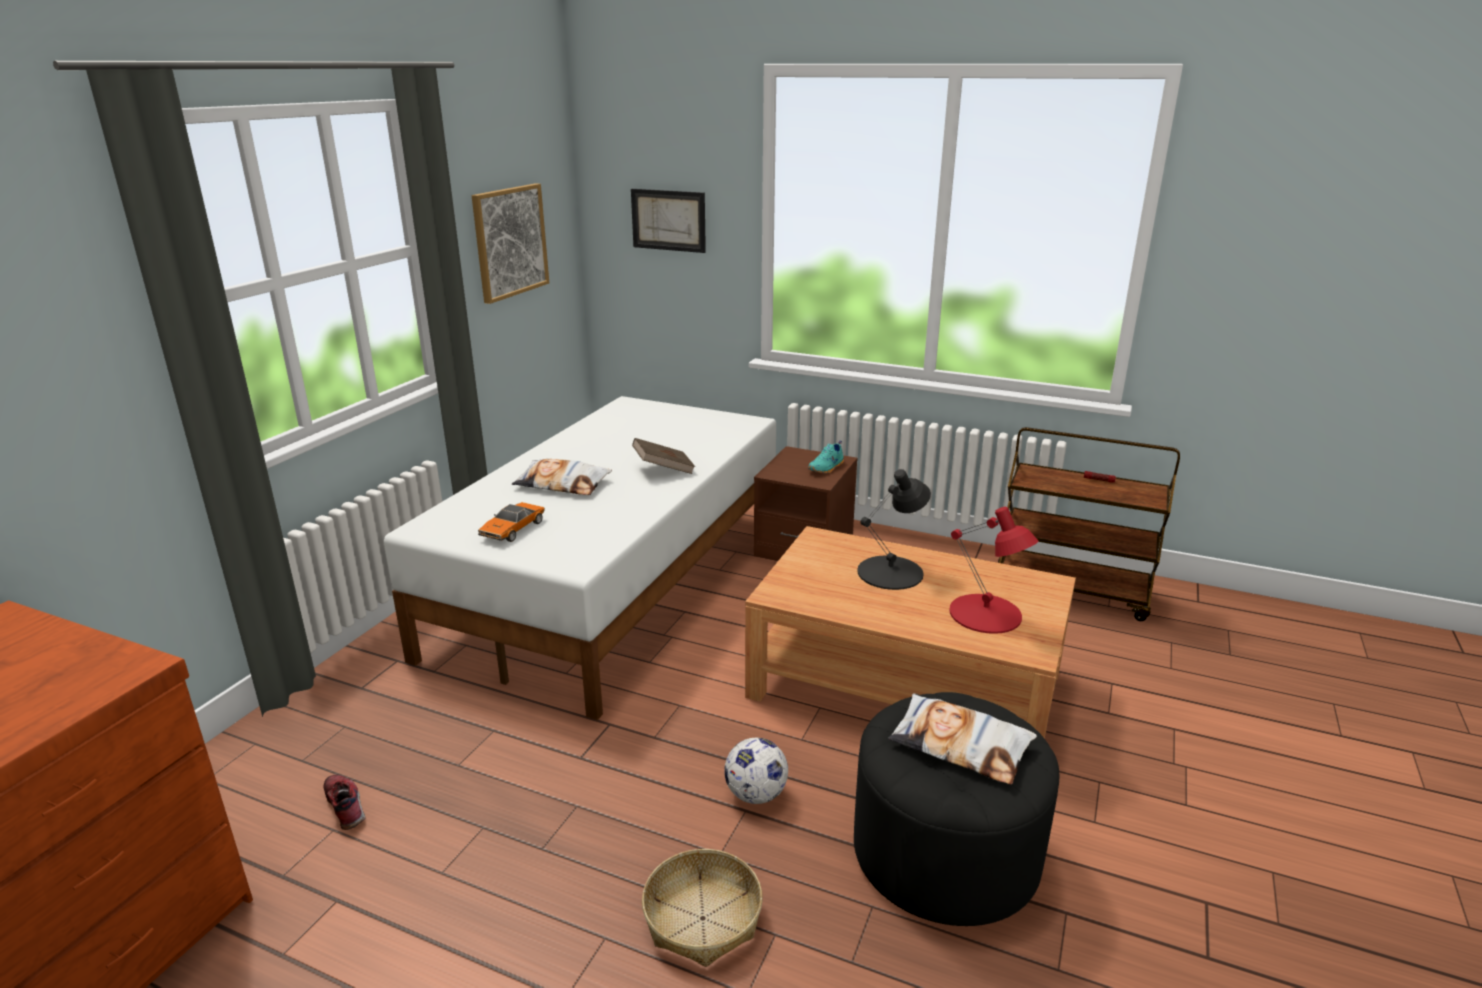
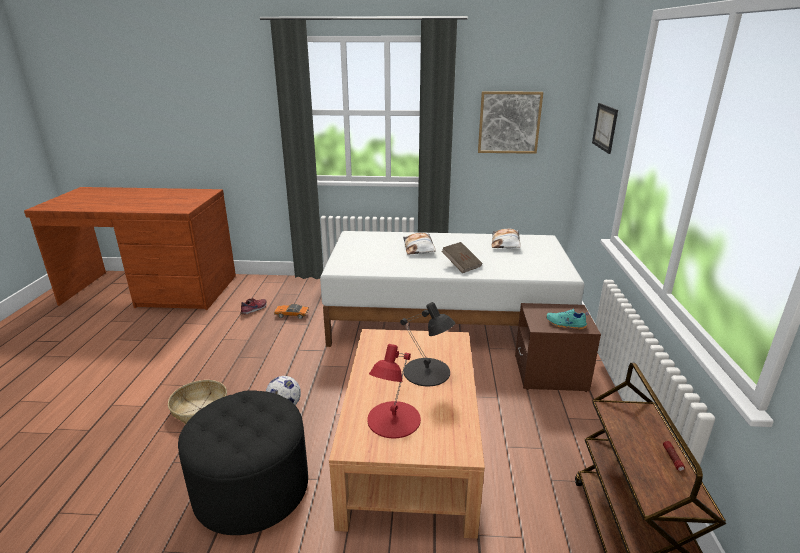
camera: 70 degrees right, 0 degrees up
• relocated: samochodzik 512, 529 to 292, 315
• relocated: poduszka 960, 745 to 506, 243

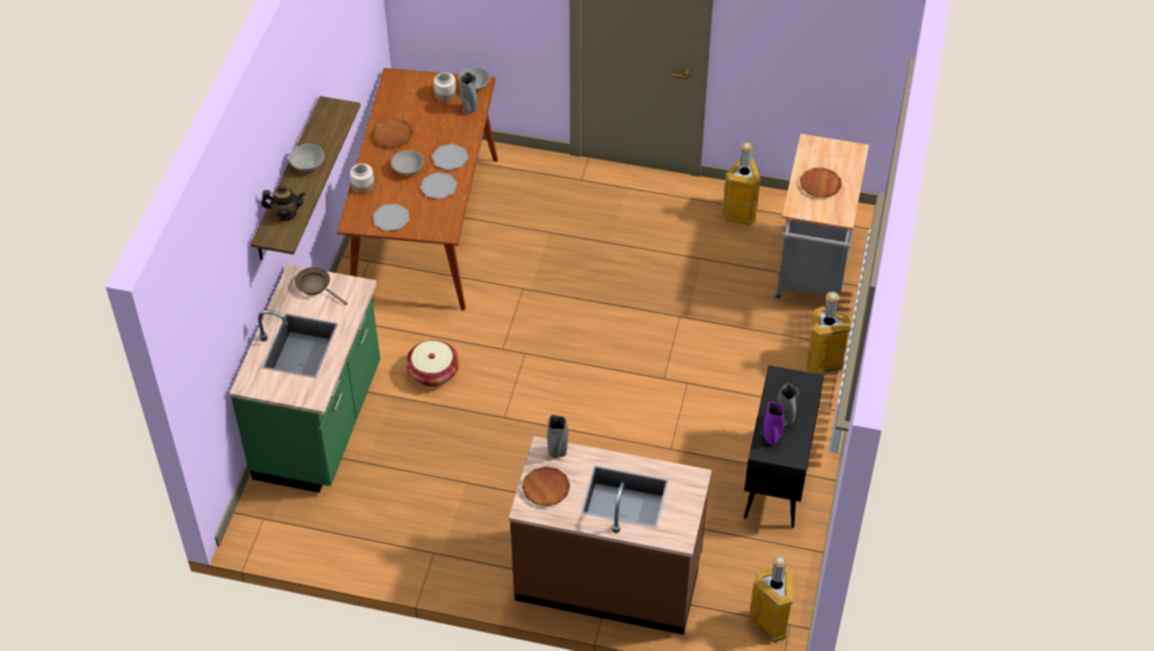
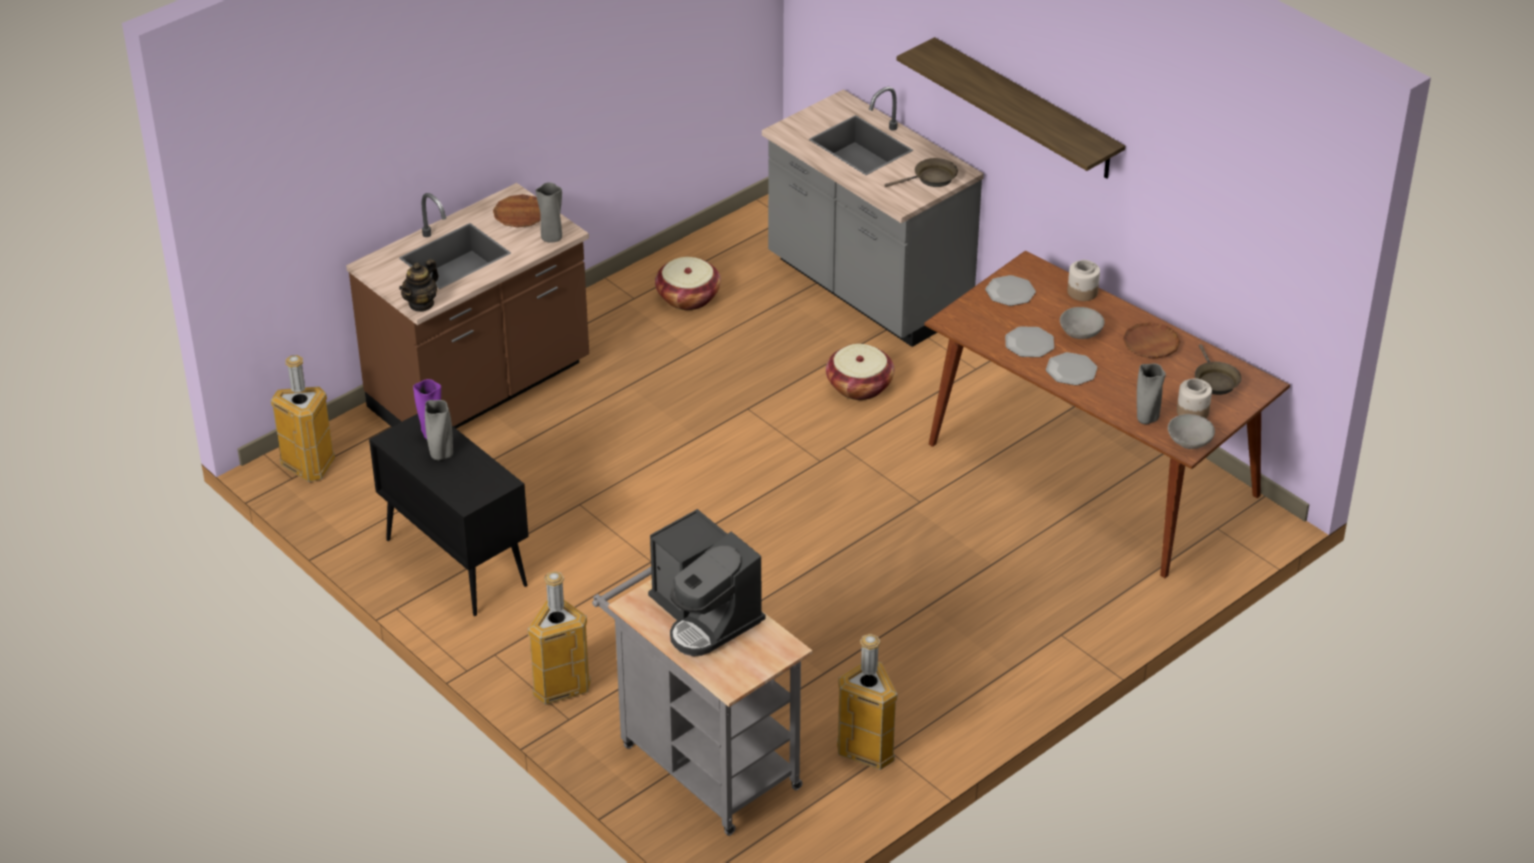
camera: 125 degrees right, 10 degrees down
• missing: miska/szary 308, 165
• appeared: koszyk 688, 297
• appeared: patelnia/brązowy 1215, 381
• relocated: imbryk 286, 214 to 421, 304
• exchanged: talerz/brązowy 820, 185 to ekspres do kawy 705, 616
• colour: zabudowa kuchenna/zielony 320, 423 to zabudowa kuchenna/szary 867, 289

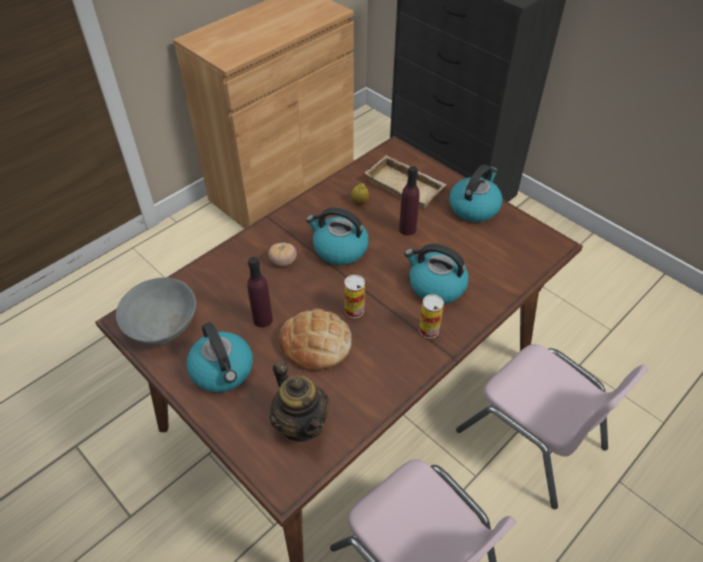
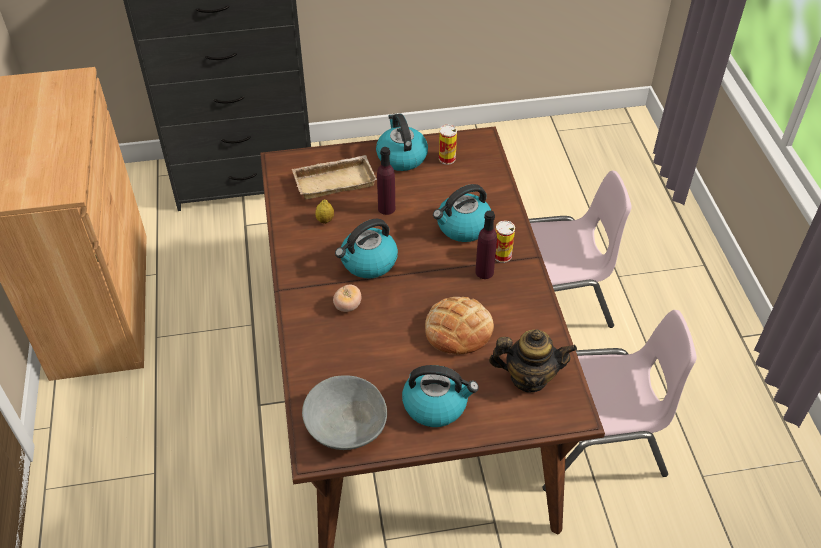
camera: 55 degrees left, 0 degrees up
• relocated: butelka/fioletowy 263, 319 to 484, 272
• relocated: puszka 354, 310 to 447, 158

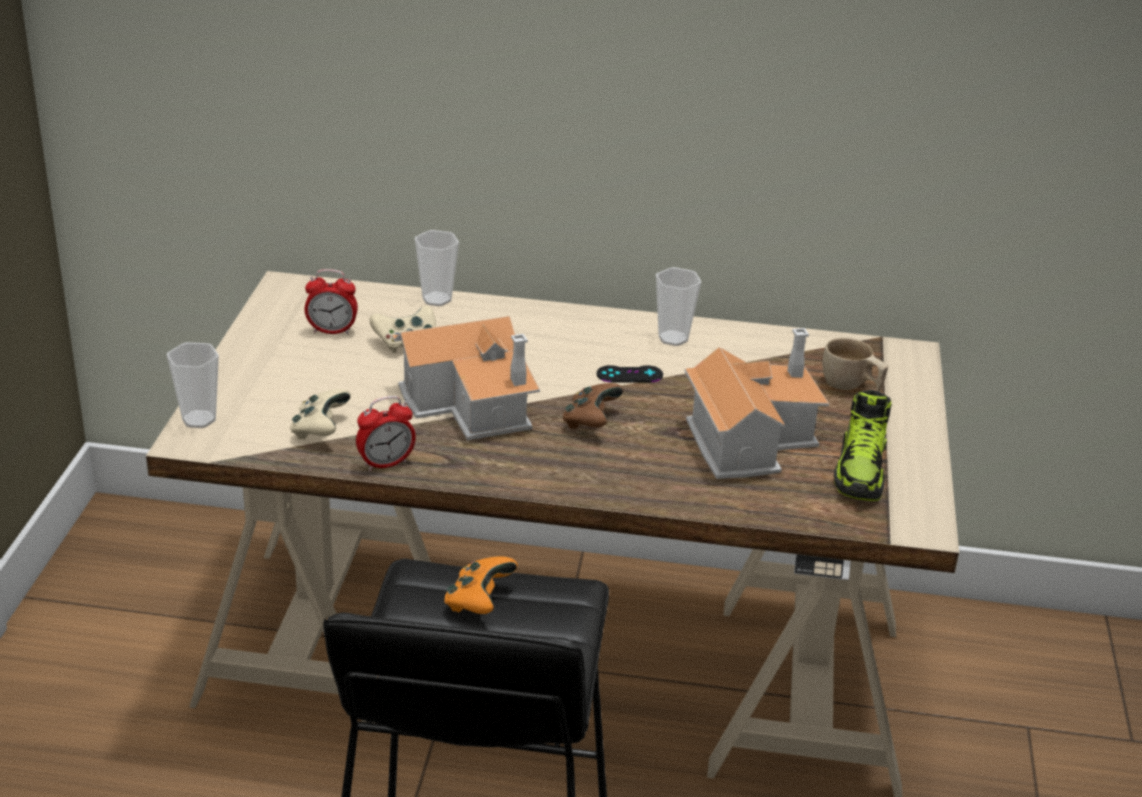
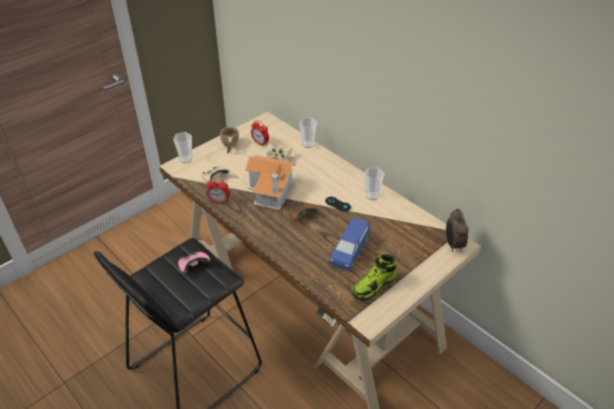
camera: 40 degrees right, 10 degrees up
• appeared: budzik 453, 245
• relocated: filiżanka/beżowy 851, 388 to 229, 146
• exchanged: domek 749, 437 to samochodzik/niebieski 350, 251
• colour: pad do gier/pomarańczowy 479, 601 to pad do gier/różowy 193, 266

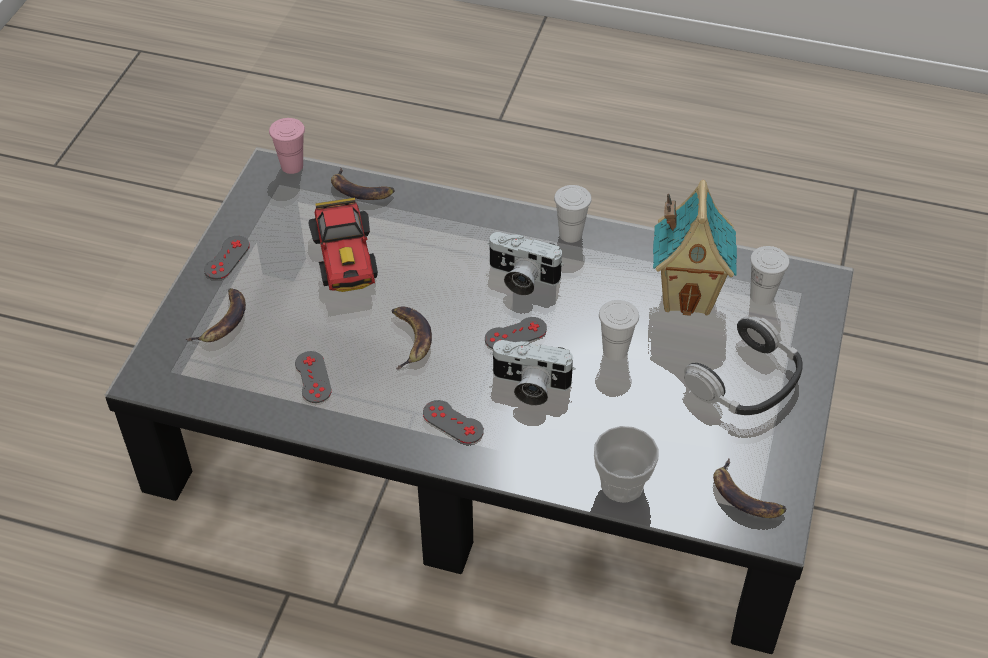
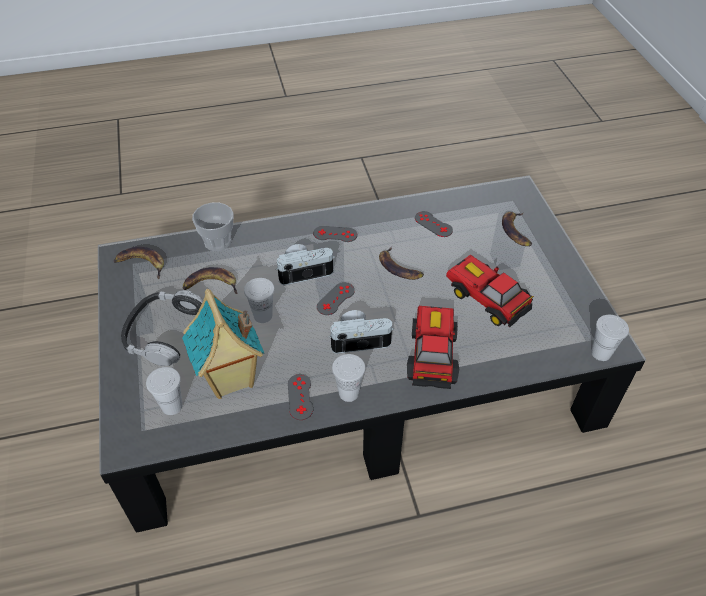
camera: 150 degrees right, 0 degrees up
• appeared: samochodzik 432, 353
• relocated: pad do gier/szary 227, 258 to 300, 397
• relocated: banan 360, 190 to 211, 284
• colour: filiżanka/różowy 292, 166 to filiżanka/biały 601, 353

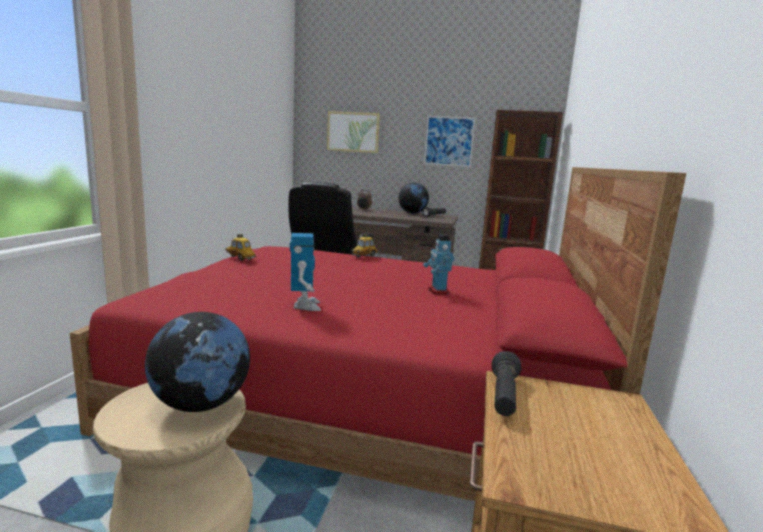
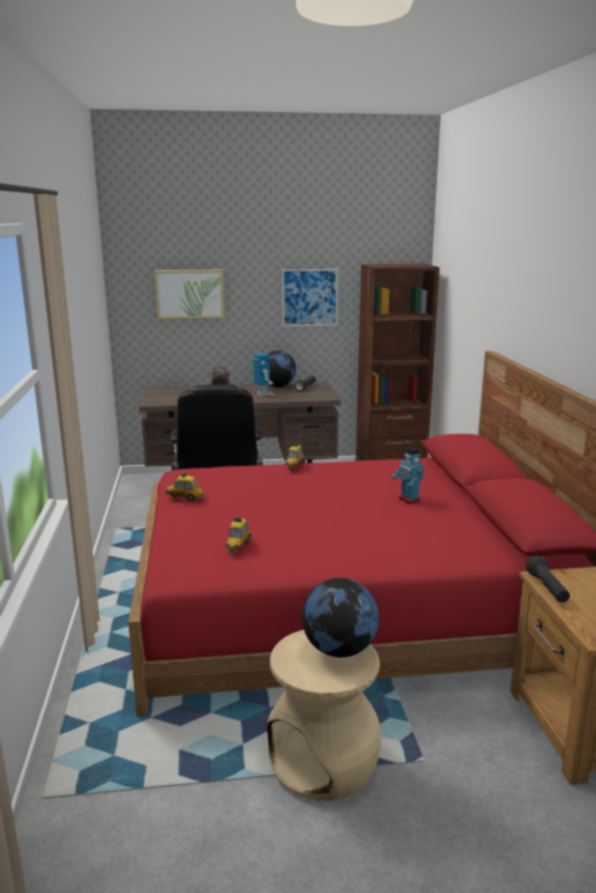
camera: 20 degrees left, 5 degrees up
• appeared: samochodzik 238, 546
• relocated: robot zabawkowy 305, 306 to 263, 394

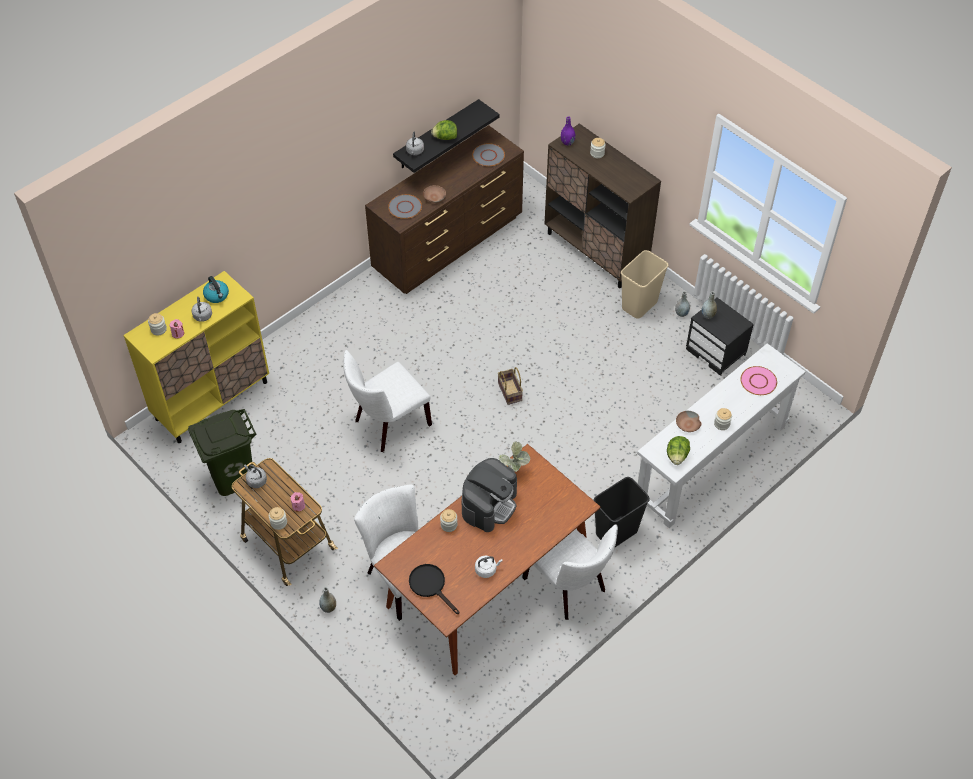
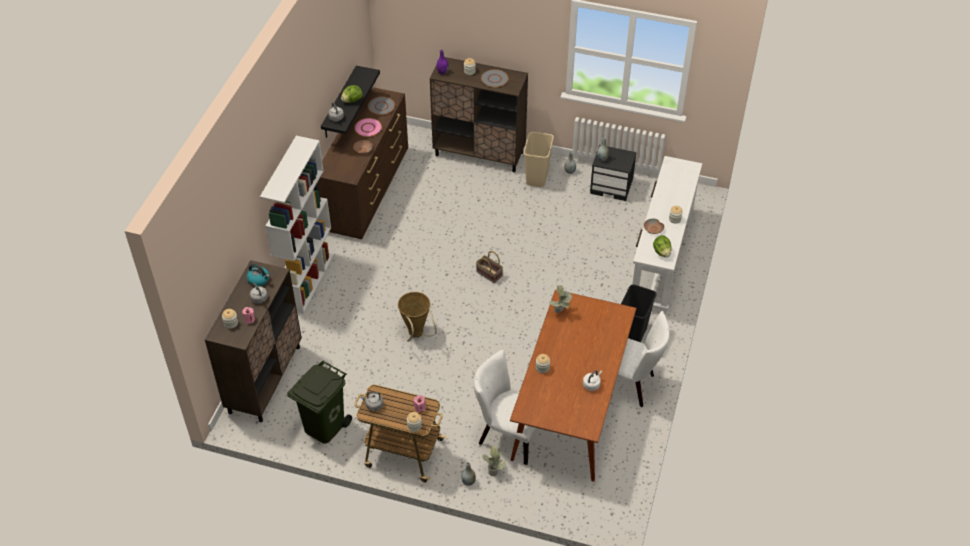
camera: 30 degrees left, 5 degrees down
• missing: patelnia/czarny 431, 585
• missing: ekspres do kawy 489, 504
• appeared: regał/biały 308, 280
• appeared: roślina doniczkowa 493, 470
• relocated: talerz/szary 404, 207 to 494, 79
• relocated: talerz/różowy 758, 381 to 368, 128
• exchanged: krzesło/biały 388, 424 to koszyk 416, 335
• colour: szafka/żółty 212, 400 to szafka/brązowy 265, 379

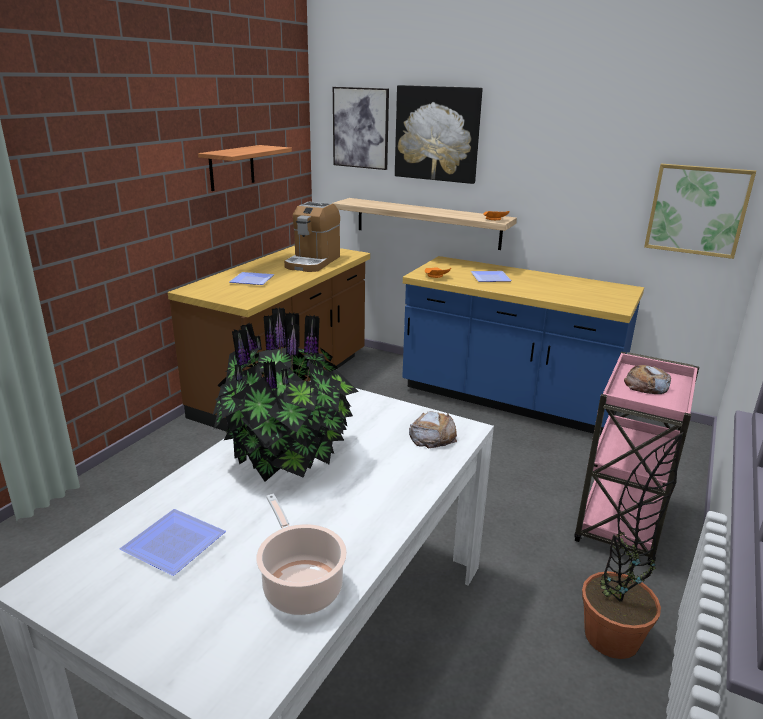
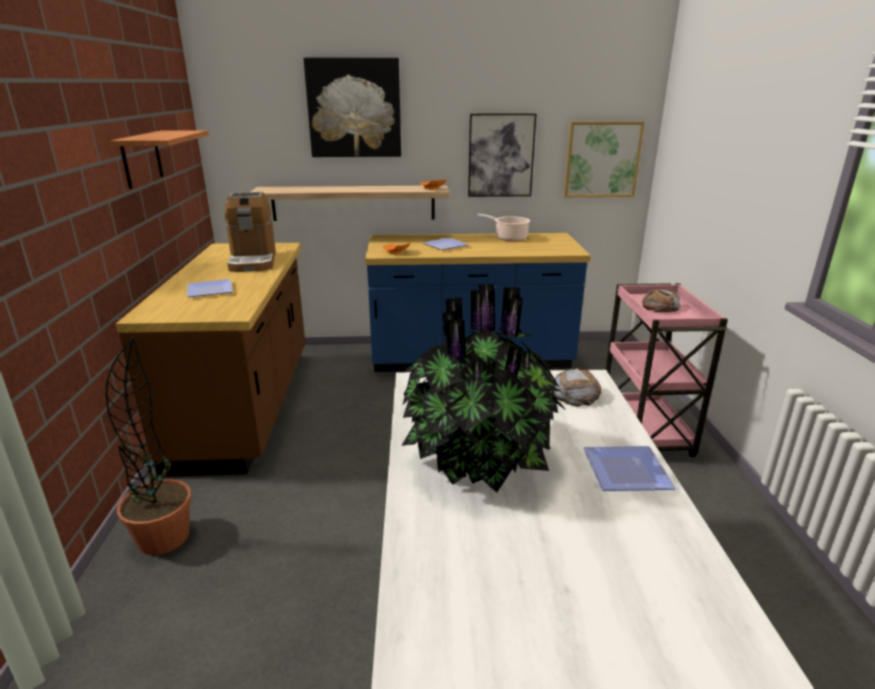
camera: 30 degrees left, 0 degrees up
• relocated: talerz 170, 545 to 624, 473
• relocated: garnek 301, 585 to 509, 238
• relocated: obraz 361, 128 to 501, 155
• relocated: roślina doniczkowa 611, 637 to 164, 537

